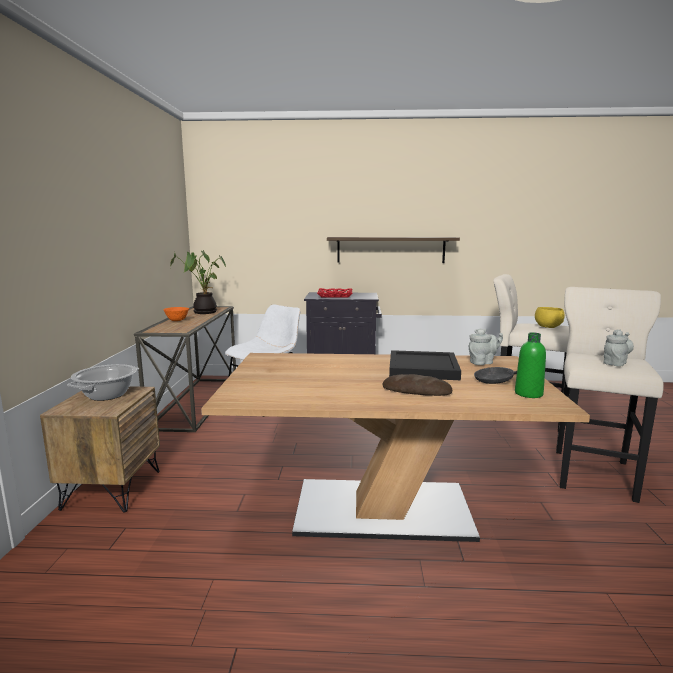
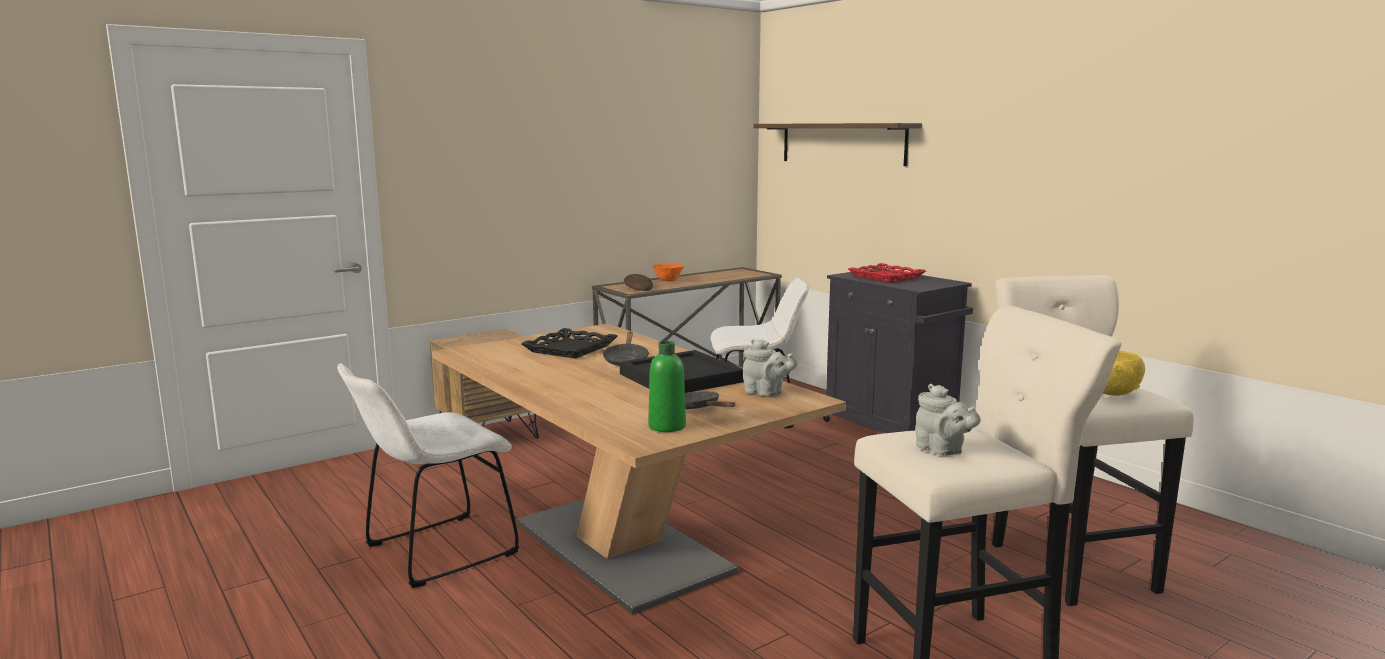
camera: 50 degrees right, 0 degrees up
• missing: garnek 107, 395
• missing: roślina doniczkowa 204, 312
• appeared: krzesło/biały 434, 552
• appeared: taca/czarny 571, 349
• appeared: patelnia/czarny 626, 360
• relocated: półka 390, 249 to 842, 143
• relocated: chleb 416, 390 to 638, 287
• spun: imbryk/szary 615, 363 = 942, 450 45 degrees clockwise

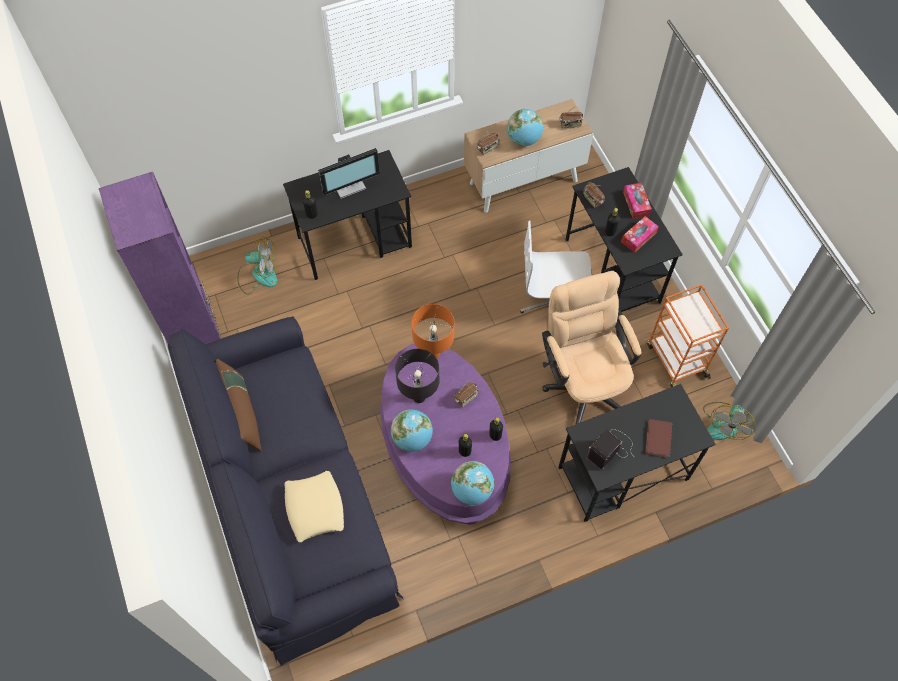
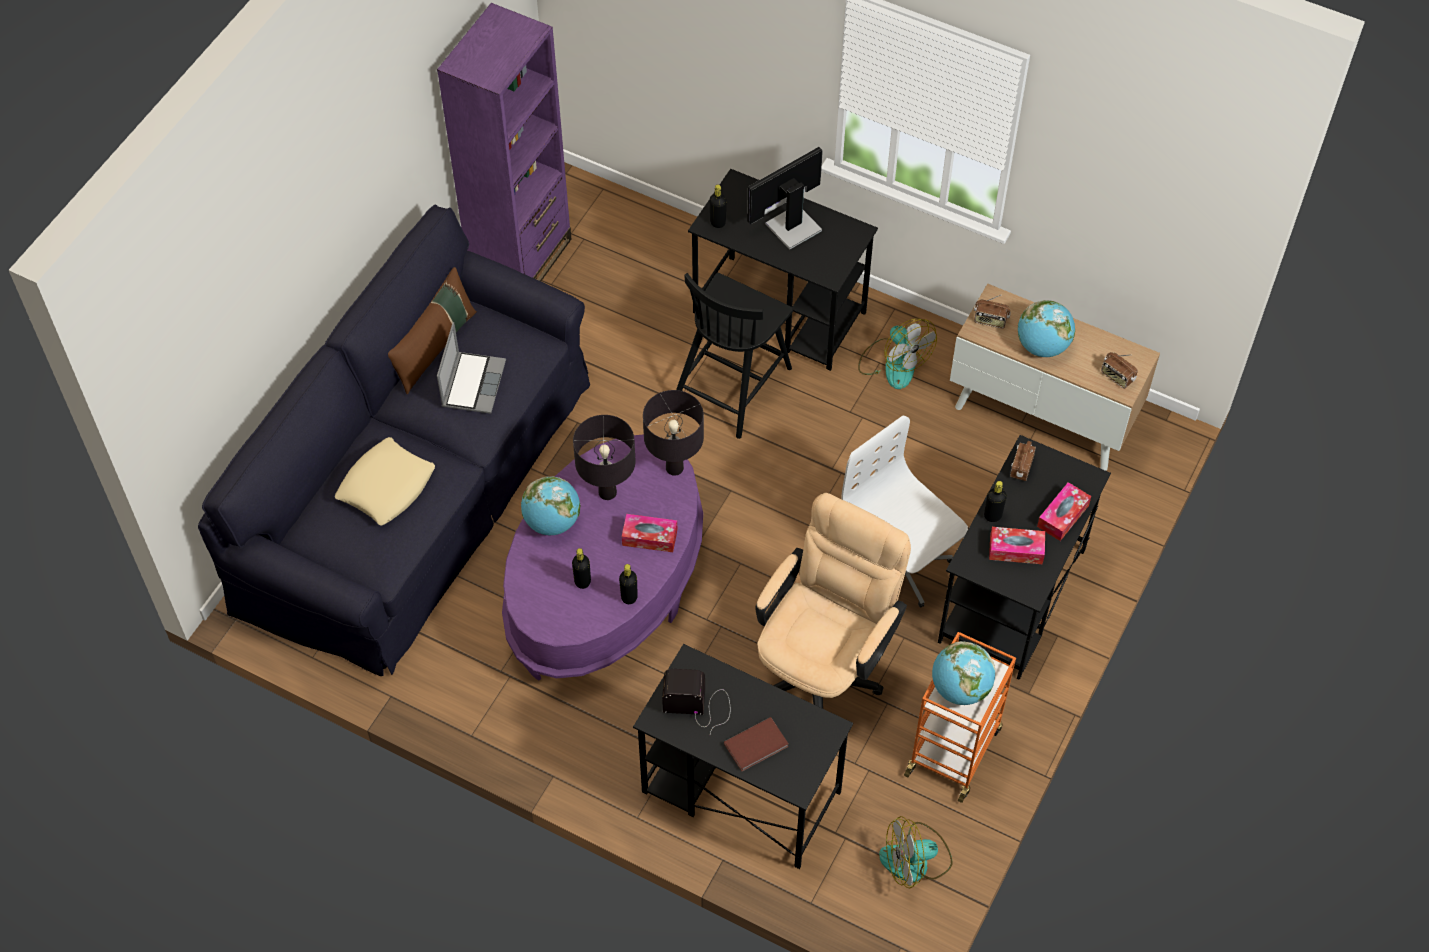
camera: 50 degrees right, 5 degrees down
• appeared: laptop 473, 383
• appeared: krzesło/czarny 732, 384
• relocated: wentylator 258, 275 to 893, 363
• relocated: globus 472, 490 to 960, 688
• exchanged: radio 466, 398 to pudełko chusteczek 649, 537
• colour: lampa stołowa/pomarańczowy 433, 354 to lampa stołowa/czarny 674, 468
• spun: monitor 349, 185 = 791, 226 120 degrees clockwise

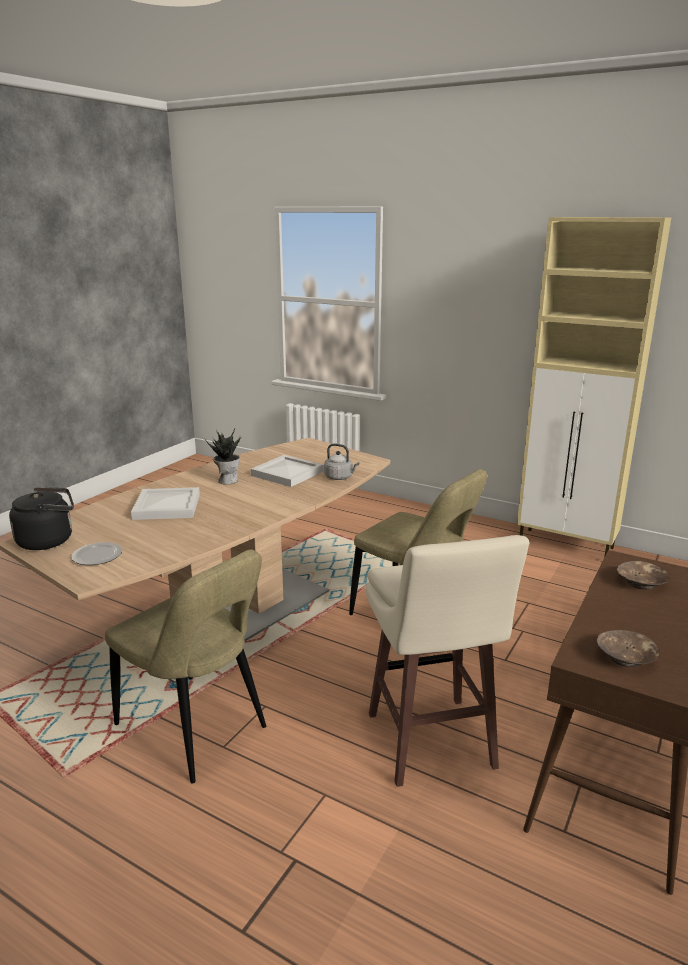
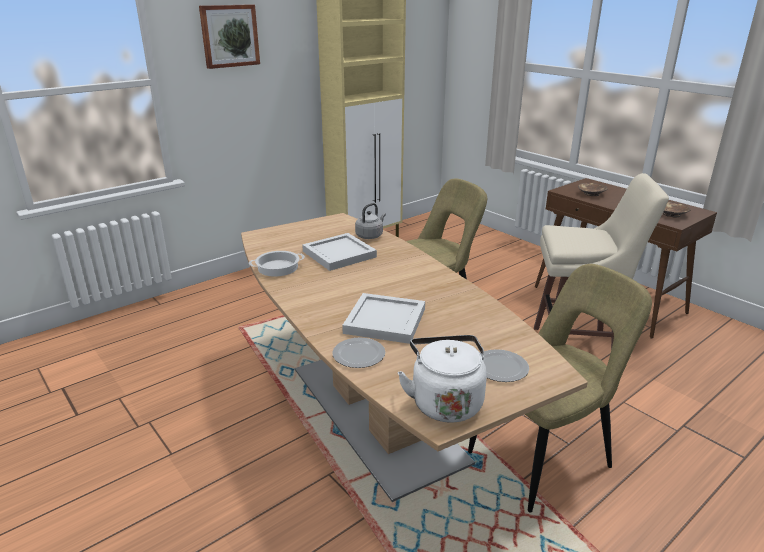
camera: 70 degrees left, 5 degrees up
• missing: roślina doniczkowa 227, 480
• appeared: obraz 229, 36
• appeared: garnek 278, 267
• appeared: talerz 359, 354
• colour: czajnik/czarny 49, 540 to czajnik/biały 445, 401

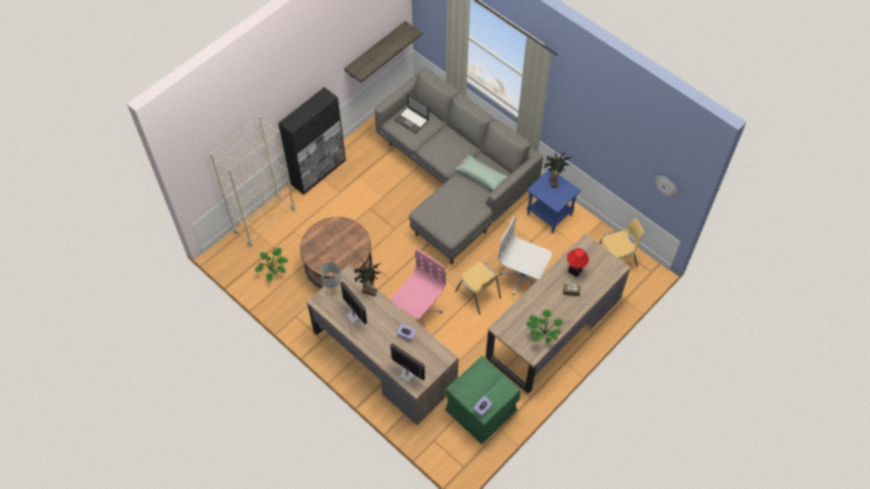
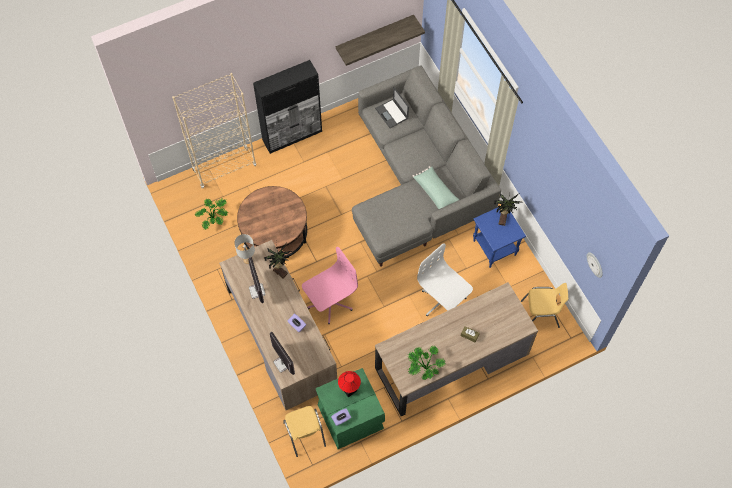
camera: 20 degrees right, 5 degrees up
• relocated: krzesło/żółty 478, 295 to 305, 435
• relocated: lampa stołowa 575, 270 to 349, 389

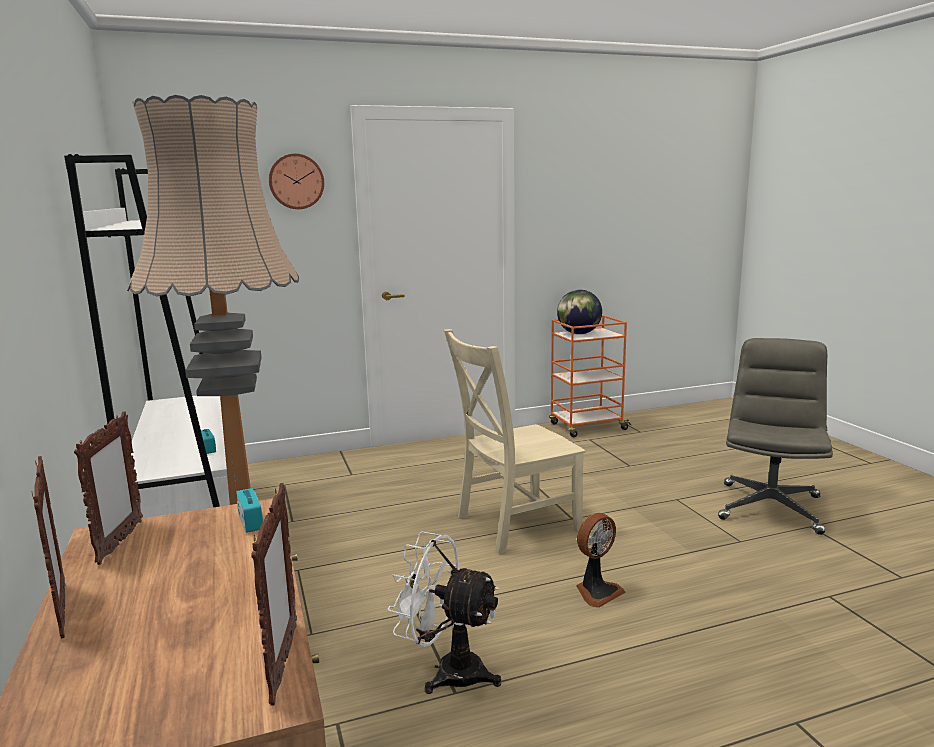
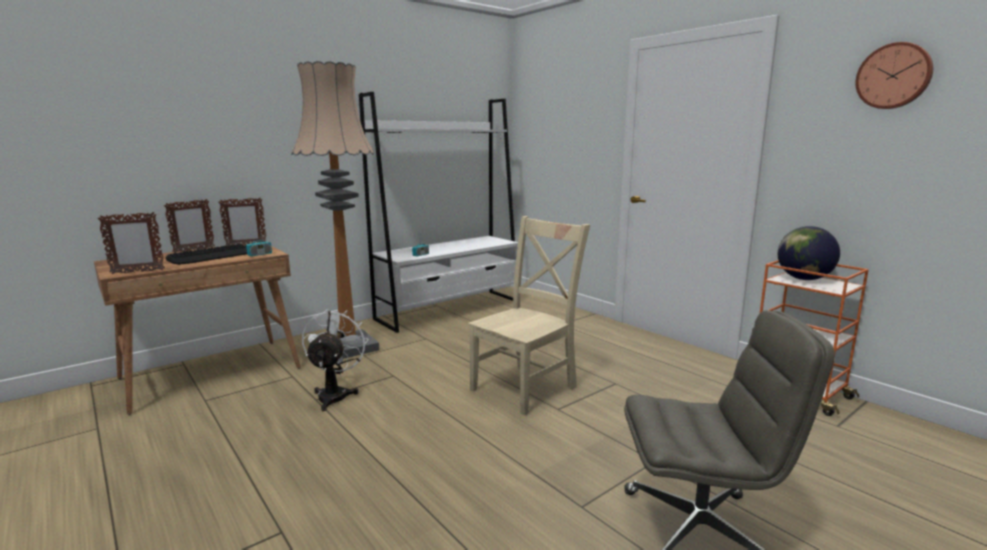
camera: 70 degrees right, 0 degrees up
• missing: wentylator 597, 591
• appeared: klawiatura 212, 256
• relocated: zegar ścienny 296, 181 to 894, 76
• spun: krzesło/beżowy 513, 524 = 526, 387 90 degrees clockwise

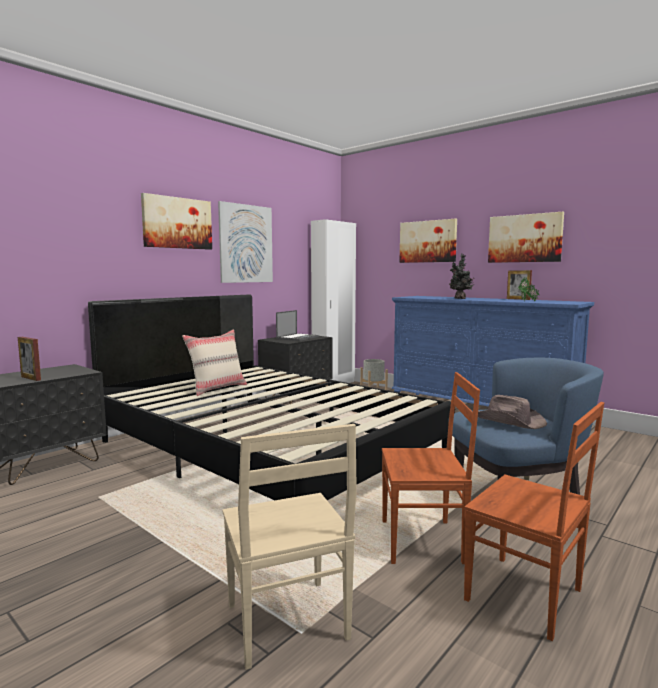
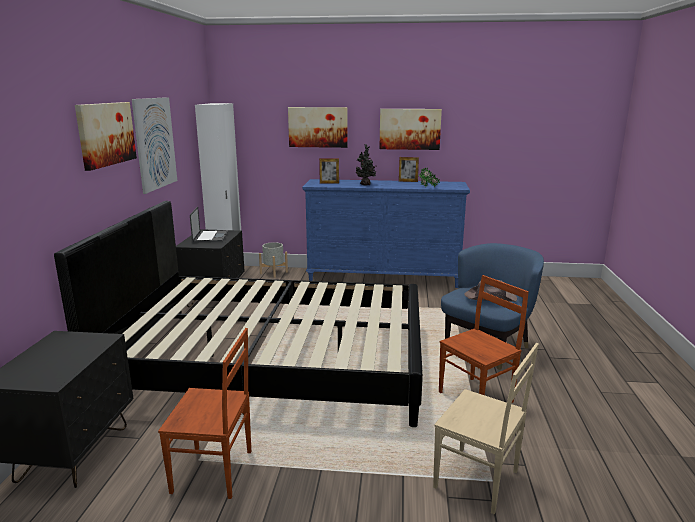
camera: 35 degrees left, 10 degrees up
• missing: poduszka/beżowy 217, 388
• relocated: ramka na zdjęcie 31, 378 to 329, 183
• relocated: krzesło/brązowy 525, 596 to 213, 472

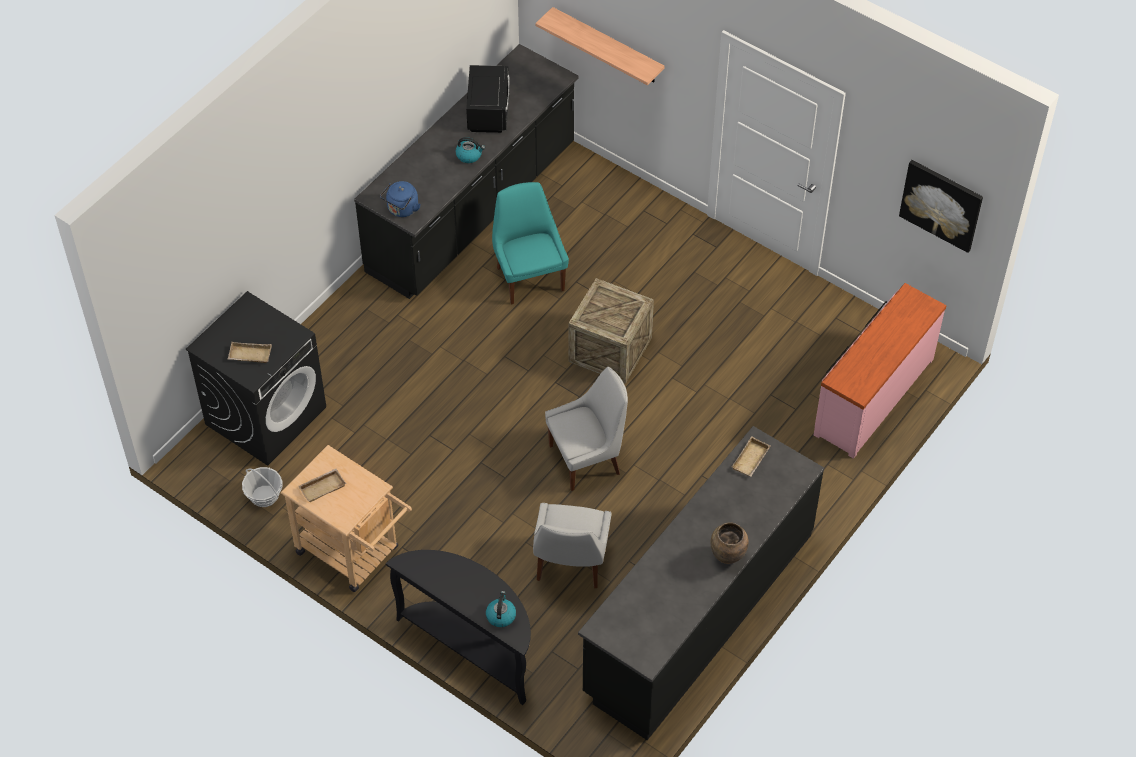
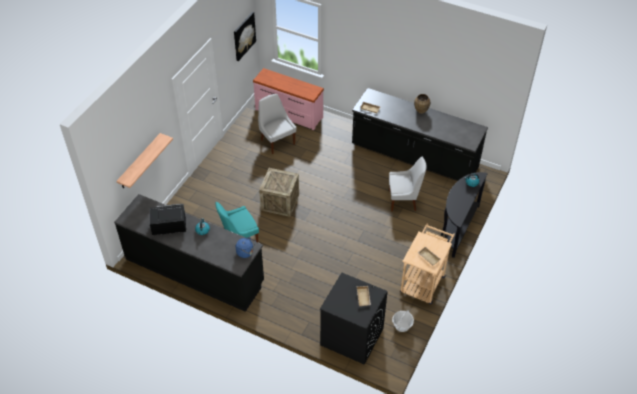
camera: 100 degrees left, 5 degrees down
• relocated: krzesło/biały 587, 459 to 277, 141

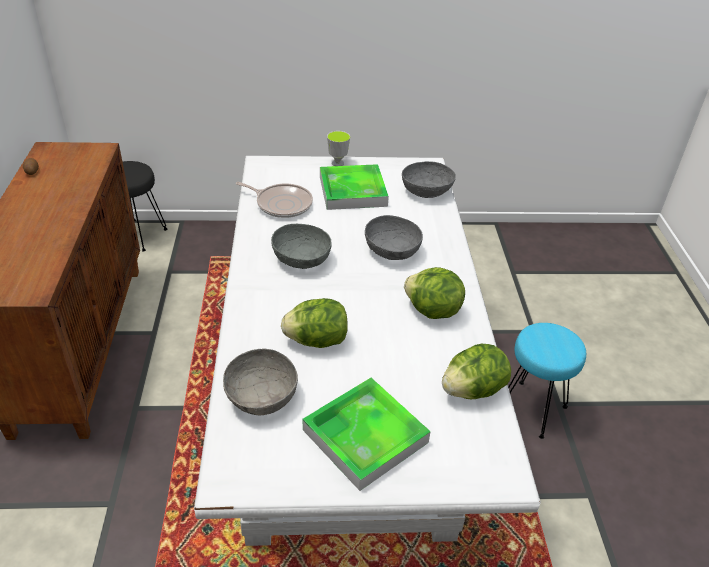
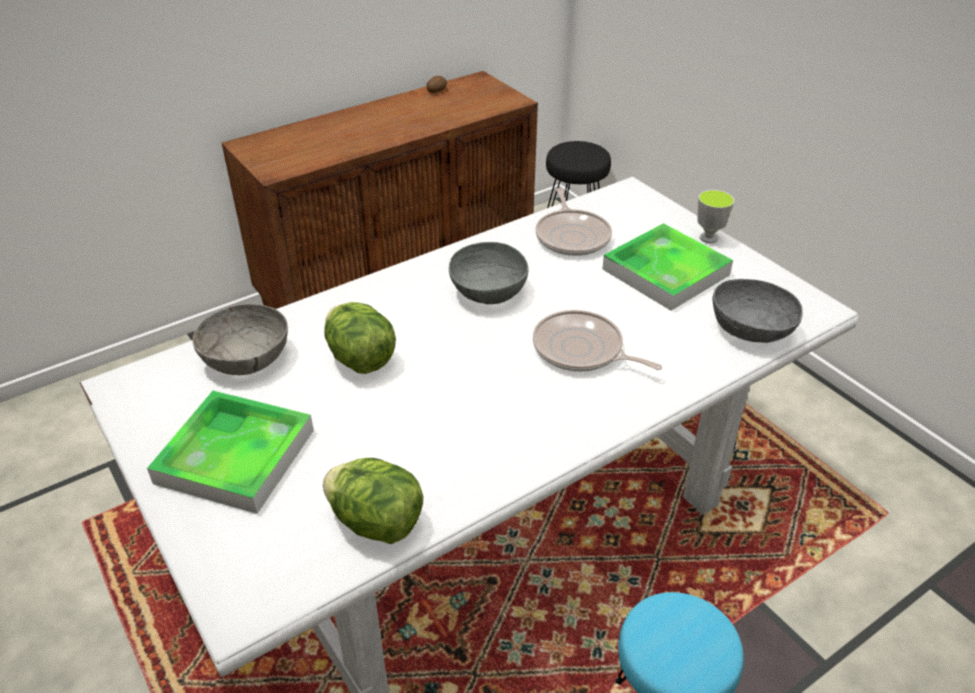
camera: 60 degrees right, 0 degrees up
• missing: sałata 432, 311
• exchanged: miska/szary 392, 251 to patelnia 581, 350

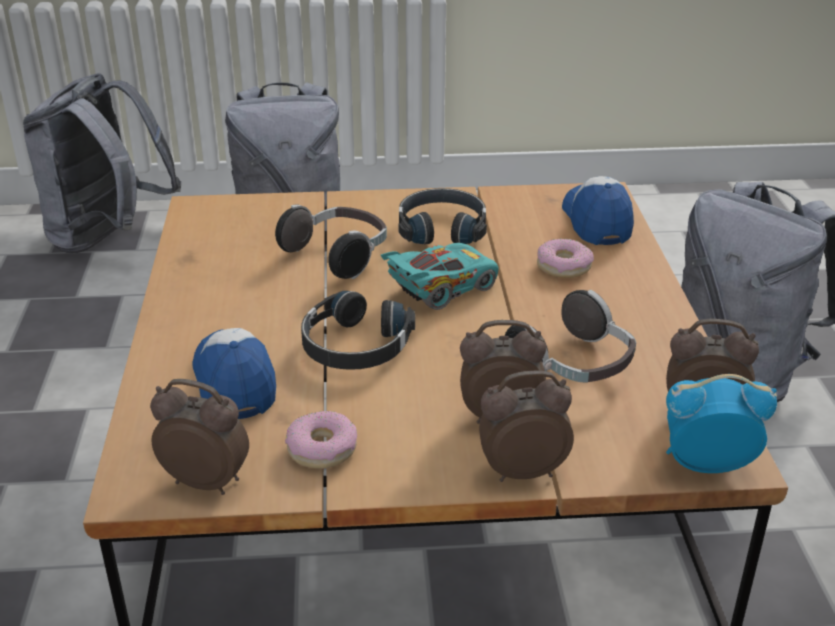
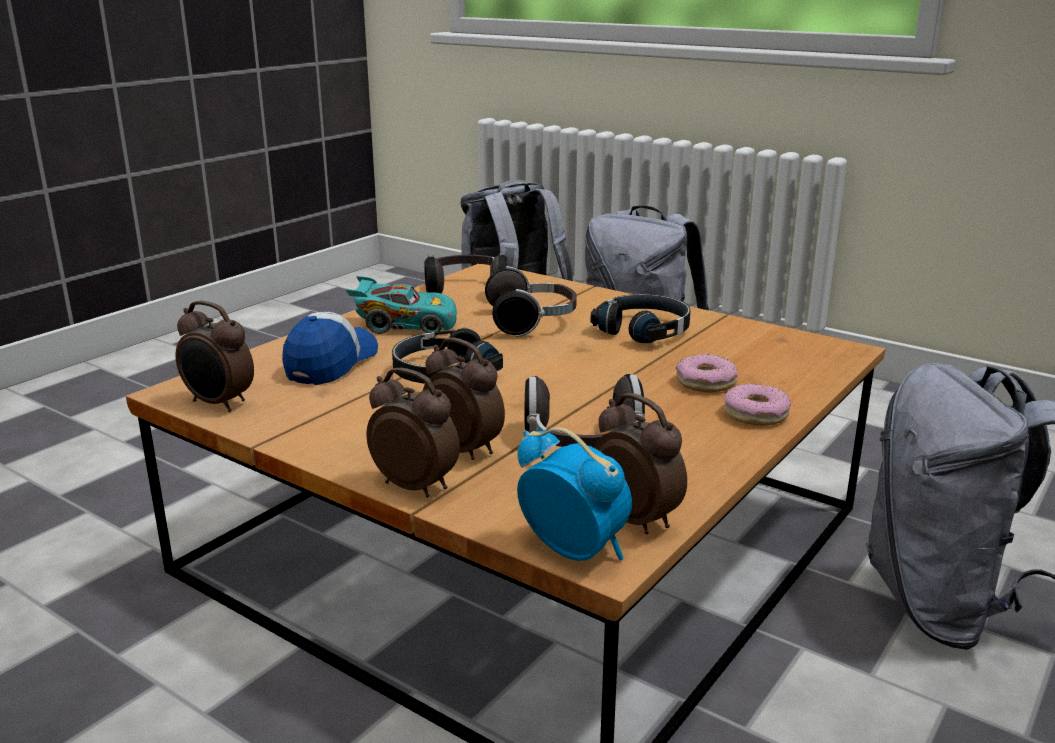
camera: 40 degrees right, 10 degrees down
• missing: czapka z daszkiem 596, 221
• appeared: słuchawki 466, 291
• relocated: donut 321, 448 to 755, 414
• relocated: samochodzik/turkusowy 442, 289 to 405, 326
• spun: budzik 206, 481 = 219, 404 150 degrees clockwise

